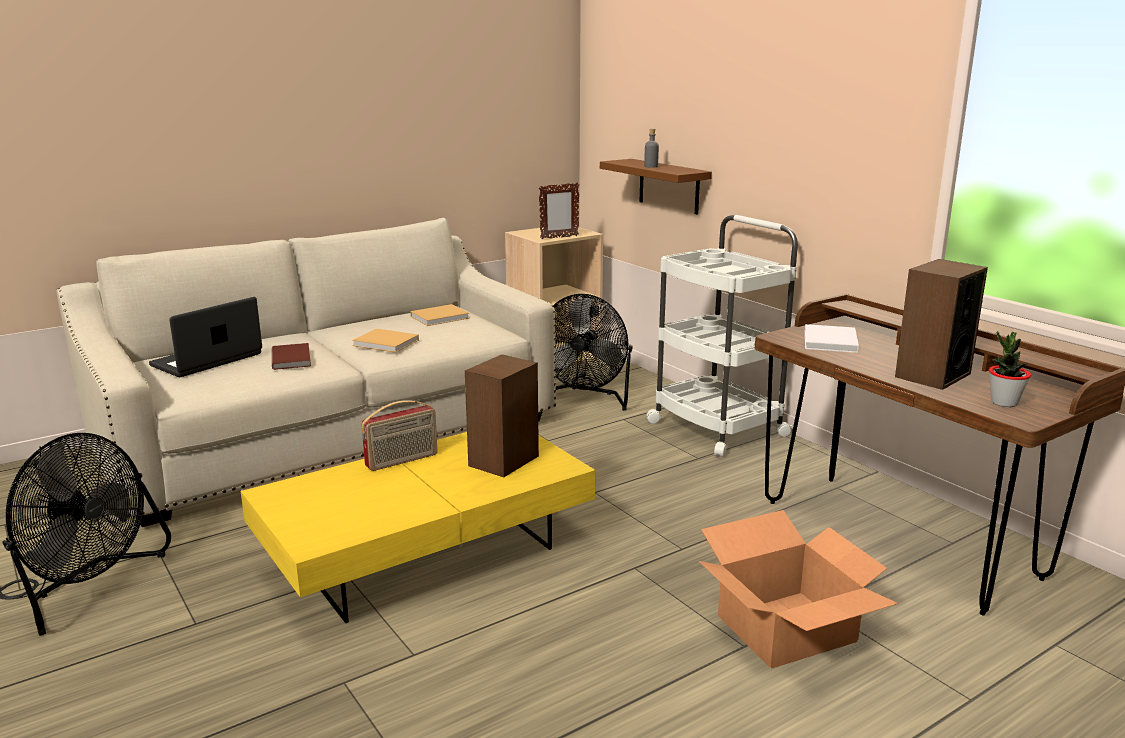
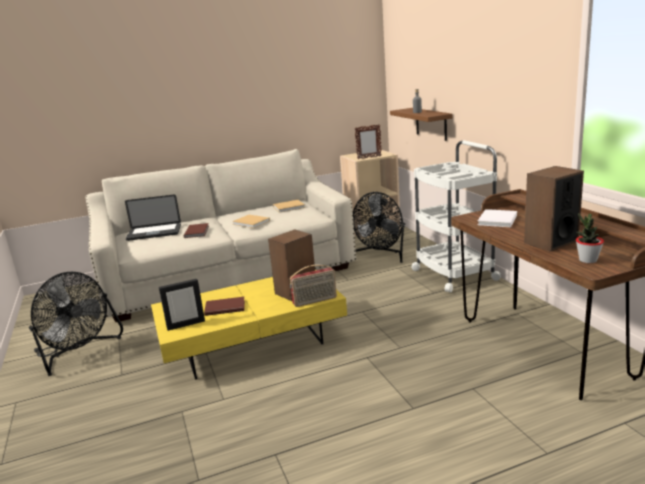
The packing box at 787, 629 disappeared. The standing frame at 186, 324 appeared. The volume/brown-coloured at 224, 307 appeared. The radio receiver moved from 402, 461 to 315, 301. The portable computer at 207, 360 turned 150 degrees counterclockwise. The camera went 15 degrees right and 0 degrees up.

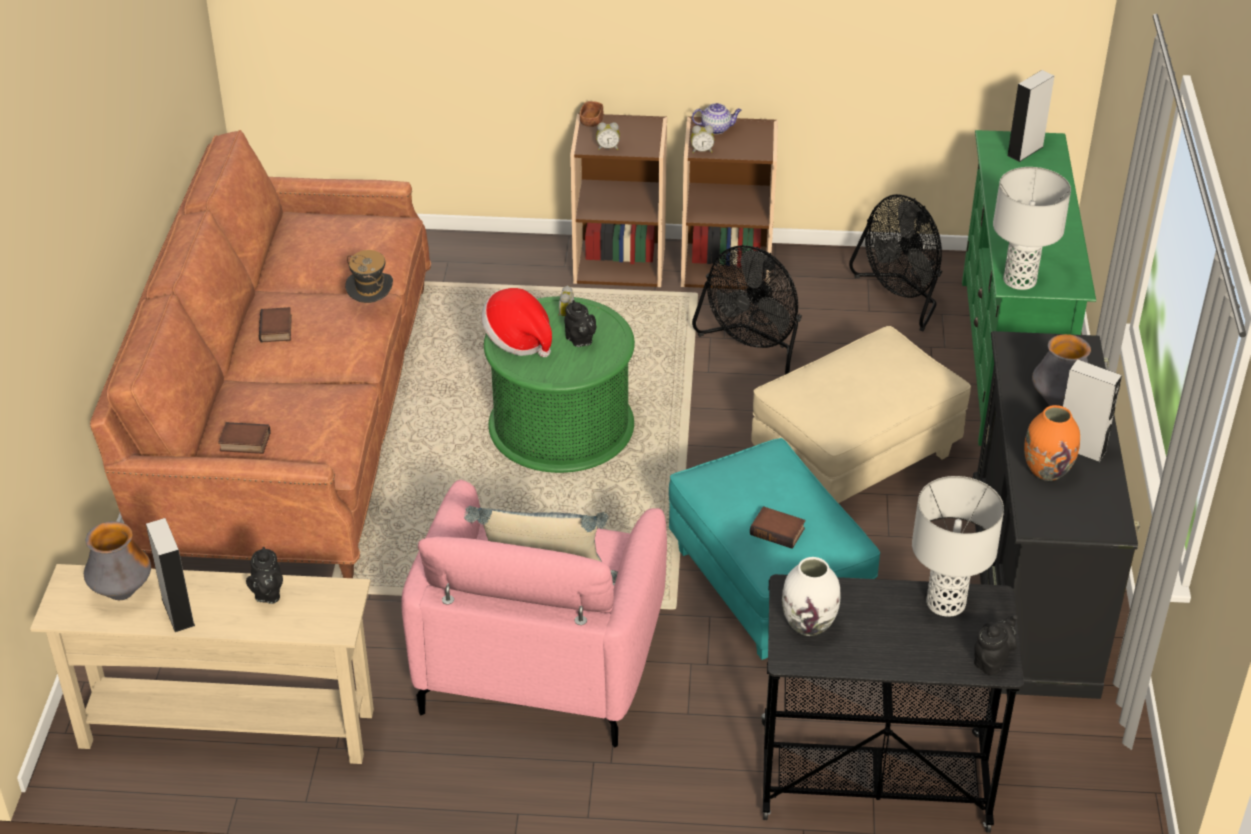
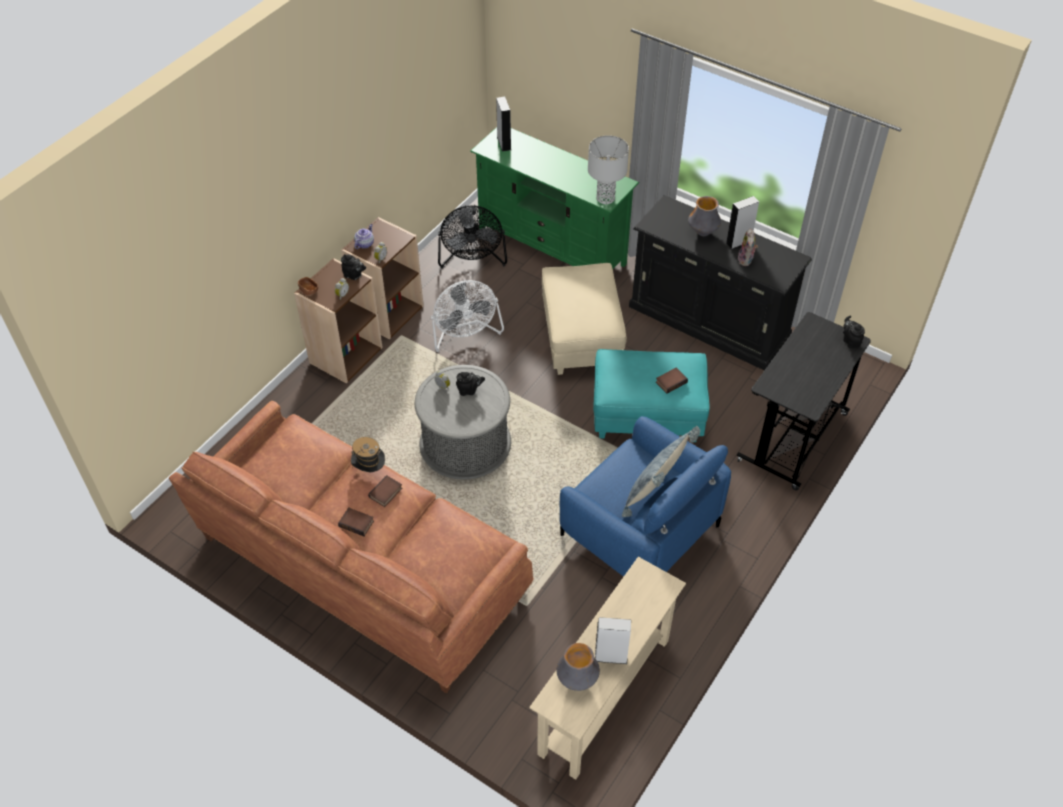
The wearable hat at 518, 340 disappeared. The decorative vase/whitish at 809, 624 disappeared. The table lamp/whitish at 946, 603 disappeared. The volume moved from 244, 443 to 386, 493. The teapot/black moved from 267, 594 to 354, 275. The decorative vase/orange-coloured at 1046, 470 was replaced by the cuddly toy at 746, 260. The armchair/pink at 540, 658 became the armchair/bluish at 639, 530. The coffee table/green at 561, 425 became the coffee table/greyish at 465, 443. The electric fan/black at 752, 344 became the electric fan/whitish at 462, 333. The camera went 60 degrees left and 10 degrees up.

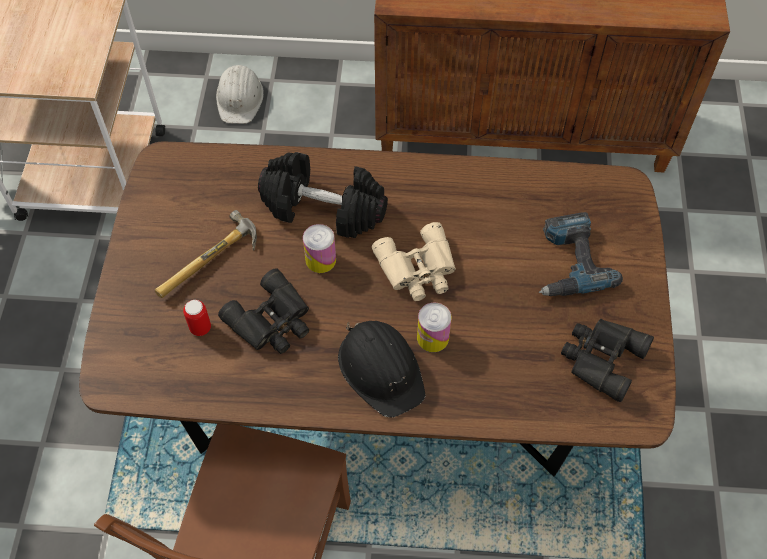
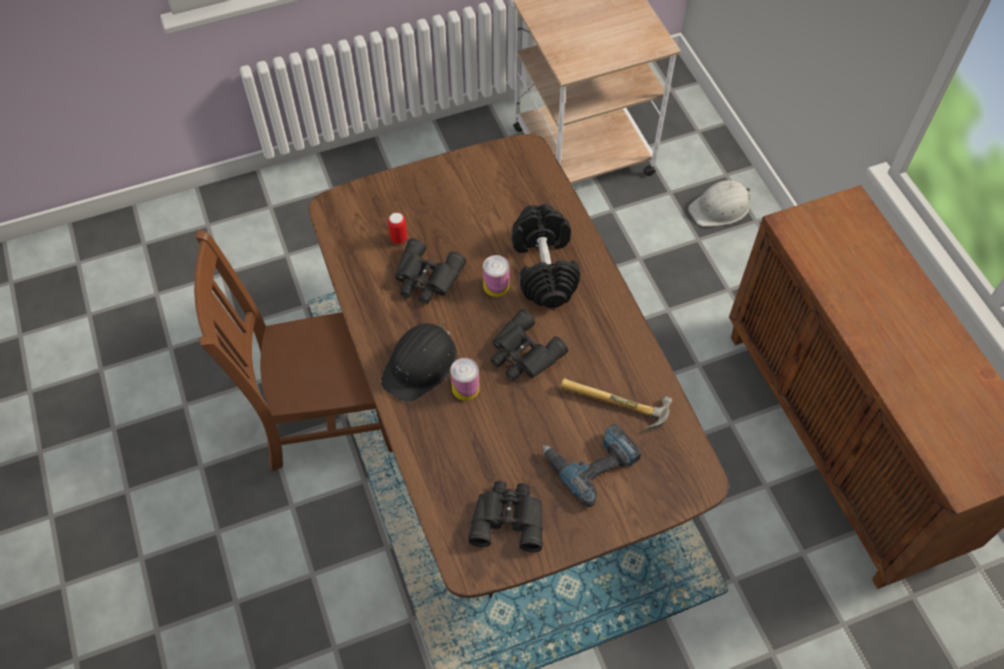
The hammer moved from 211, 264 to 613, 407. The pair of binoculars/beige at 418, 270 became the pair of binoculars/black at 523, 354. The camera went 65 degrees right and 0 degrees up.

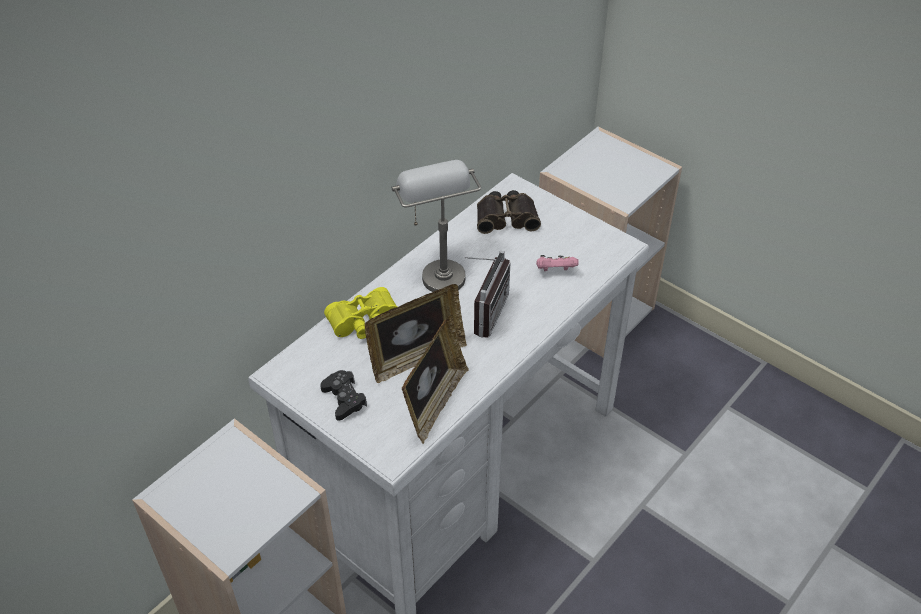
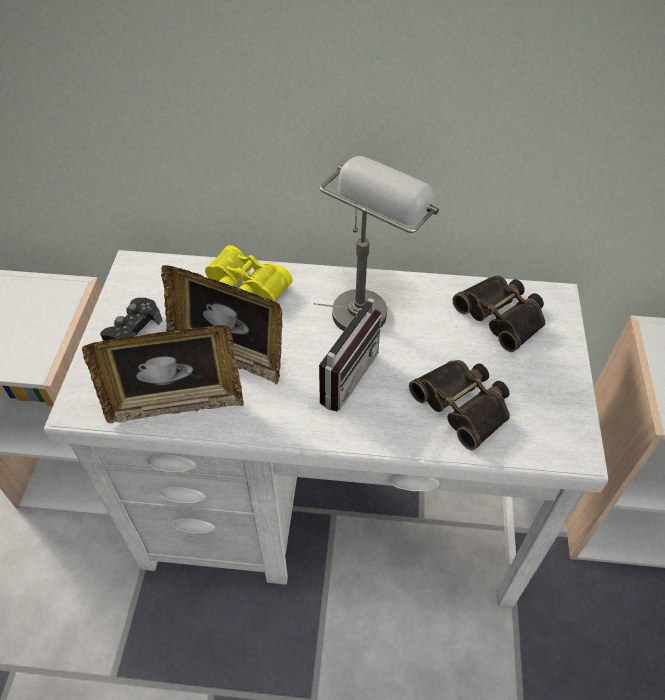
The joypad/pink at 555, 271 was replaced by the pair of binoculars at 464, 405. The radio receiver at 483, 312 turned 45 degrees counterclockwise. The camera went 55 degrees right and 5 degrees up.

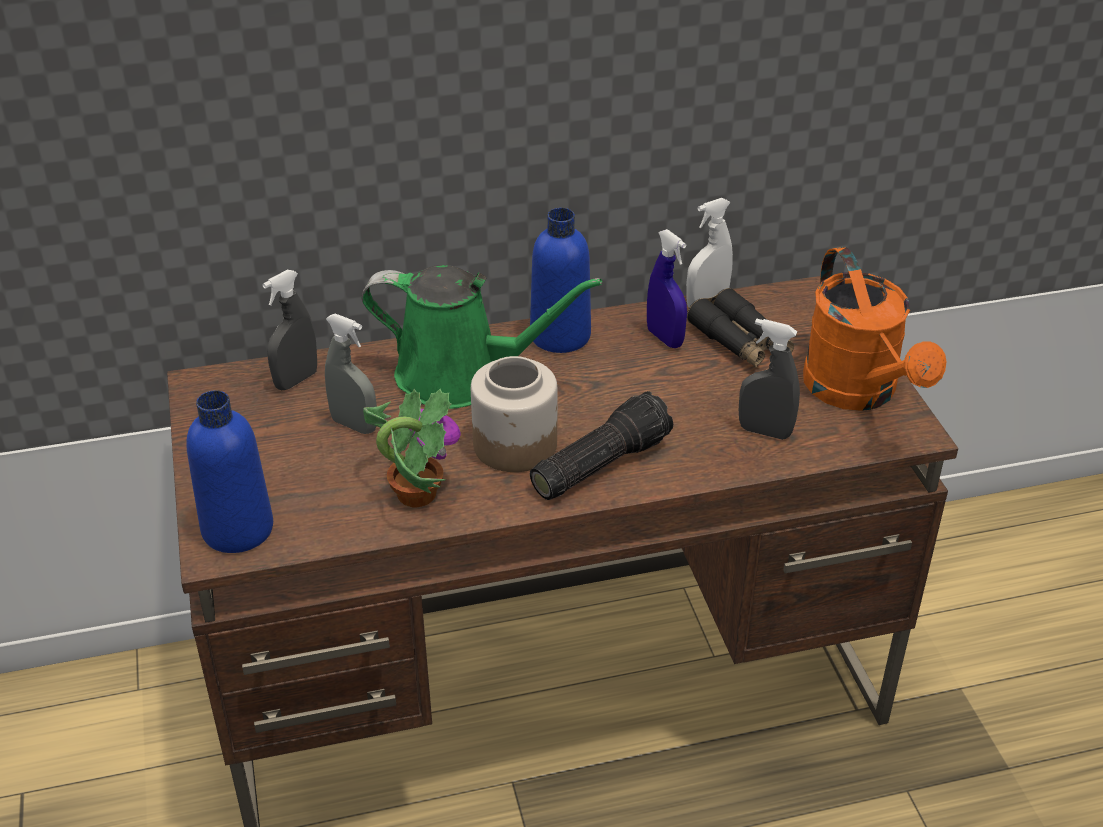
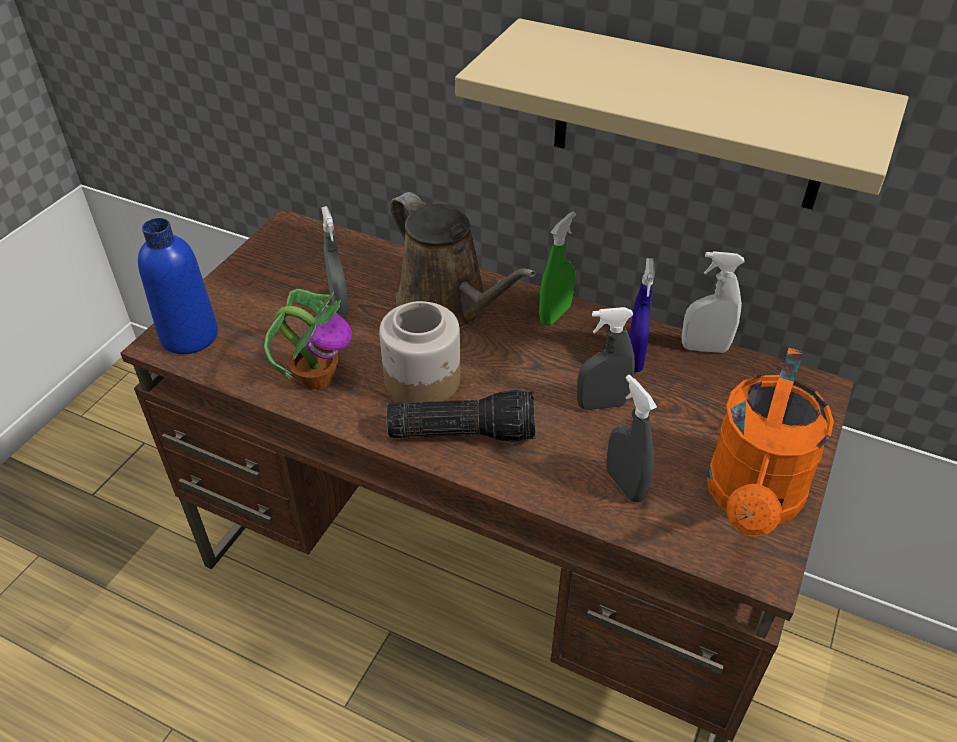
The pair of binoculars/black at 740, 341 disappeared. The wall shelf/beige at 688, 117 appeared. The hand sprayer/greyish moved from 296, 380 to 601, 404. The drink bottle/bluish at 560, 336 was replaced by the hand sprayer/green at 555, 314. The watering can/green at 461, 376 became the watering can/brown-coloured at 448, 308. The camera went 40 degrees right and 5 degrees up.

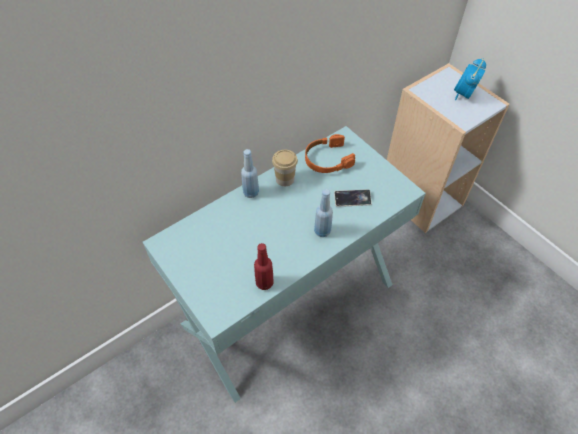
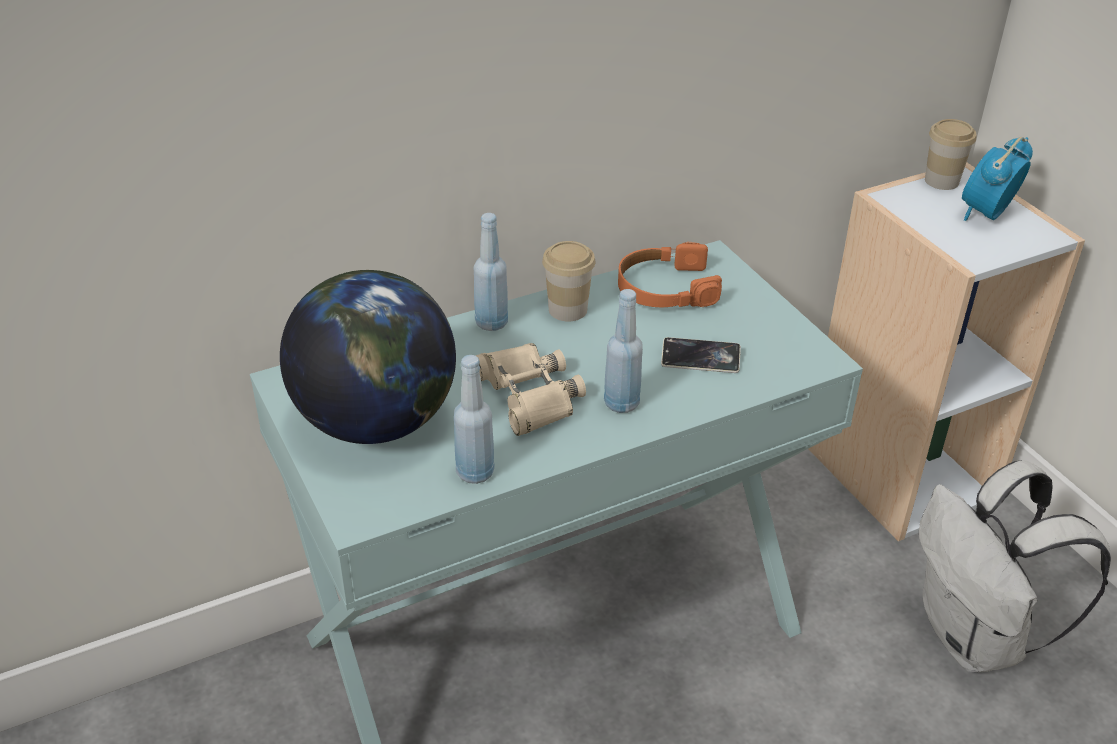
The world globe at 376, 421 appeared. The pair of binoculars/beige at 528, 395 appeared. The rucksack/whitish at 976, 638 appeared. The drinking cup at 941, 181 appeared. The drink bottle/reddish at 264, 283 became the drink bottle/bluish at 475, 473. The camera went 10 degrees right and 15 degrees down.

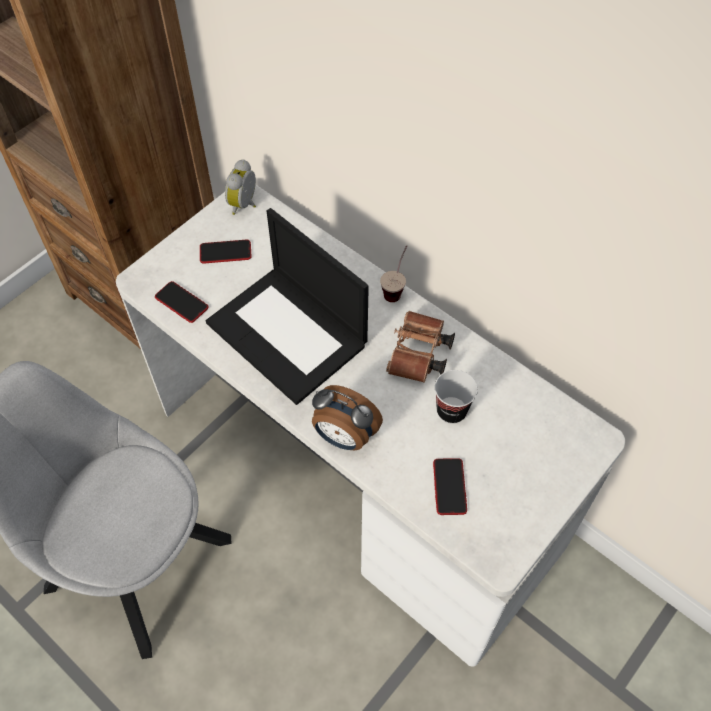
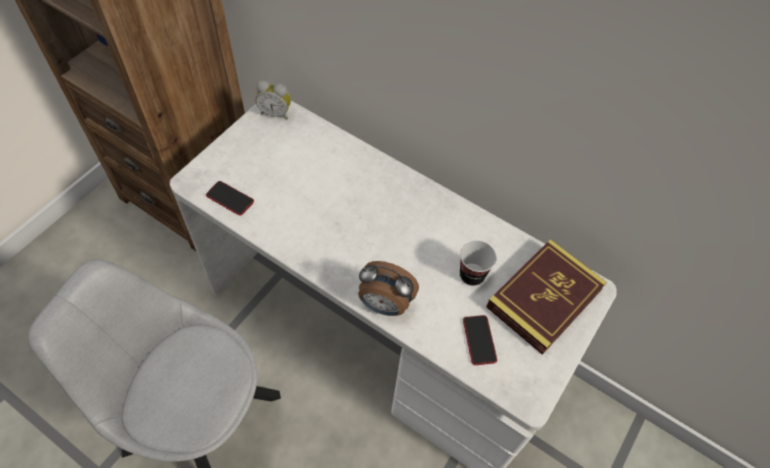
The handset at 225, 252 disappeared. The portable computer at 289, 334 disappeared. The drinking cup at 396, 288 disappeared. The pair of binoculars/brown-coloured at 418, 356 disappeared. The volume at 544, 298 appeared. The table clock at 245, 205 turned 90 degrees counterclockwise. The camera went 10 degrees left and 0 degrees up.

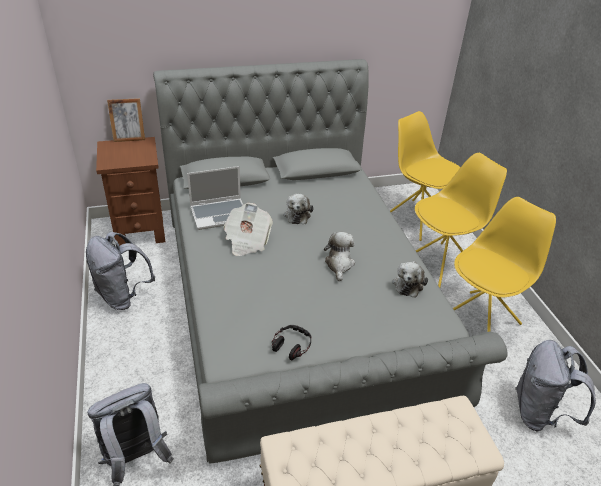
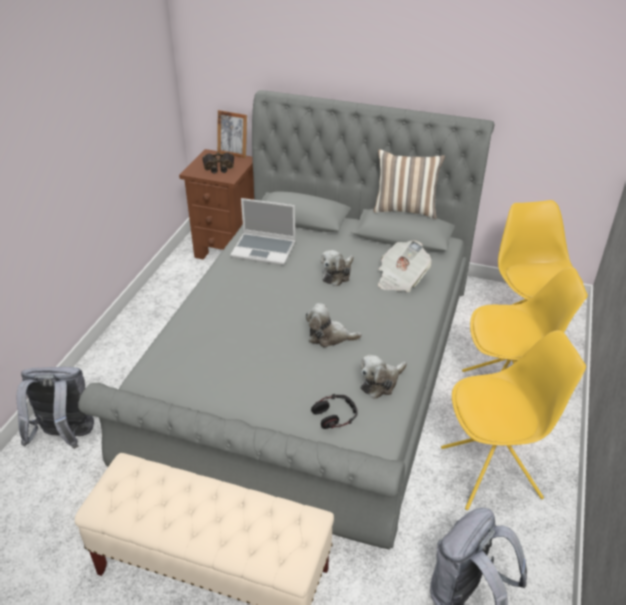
The rucksack/greyish at 123, 296 disappeared. The pair of binoculars at 218, 167 appeared. The throw pillow at 405, 209 appeared. The daily paper moved from 247, 241 to 400, 278. The headphones moved from 291, 345 to 335, 415. The cuddly toy at 339, 264 turned 120 degrees counterclockwise. The camera went 35 degrees right and 0 degrees up.

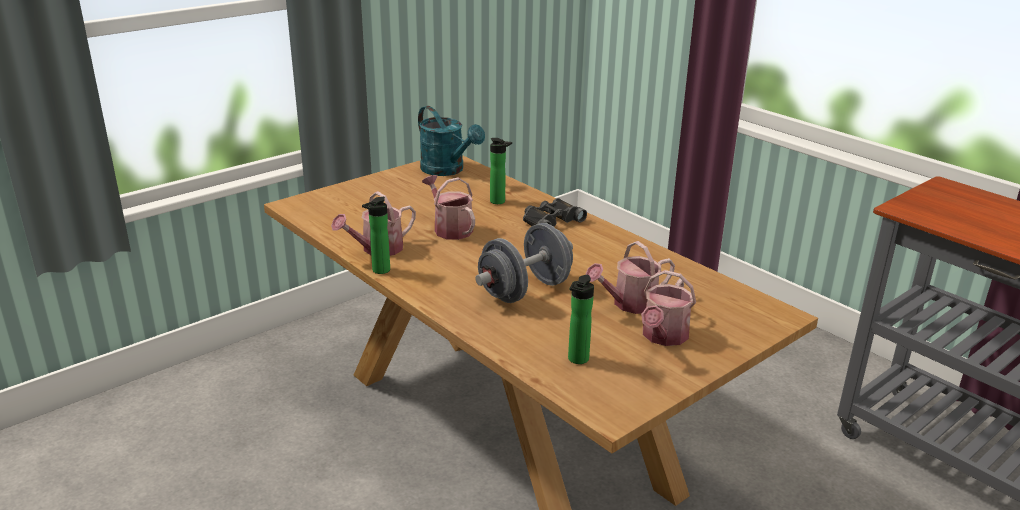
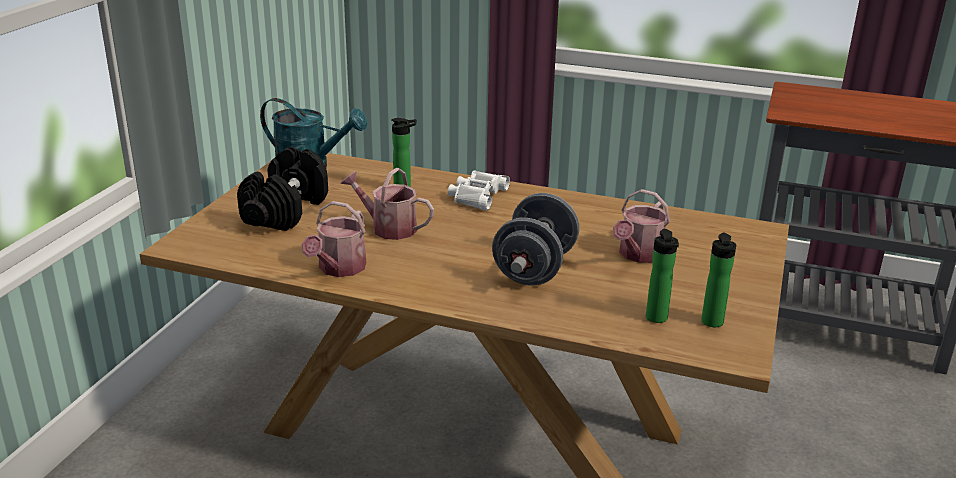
The watering can at 663, 337 disappeared. The free weight/black at 286, 211 appeared. The drink bottle moved from 379, 271 to 712, 324. The pair of binoculars/black at 550, 221 became the pair of binoculars/whitish at 477, 196. The camera went 30 degrees left and 0 degrees up.

